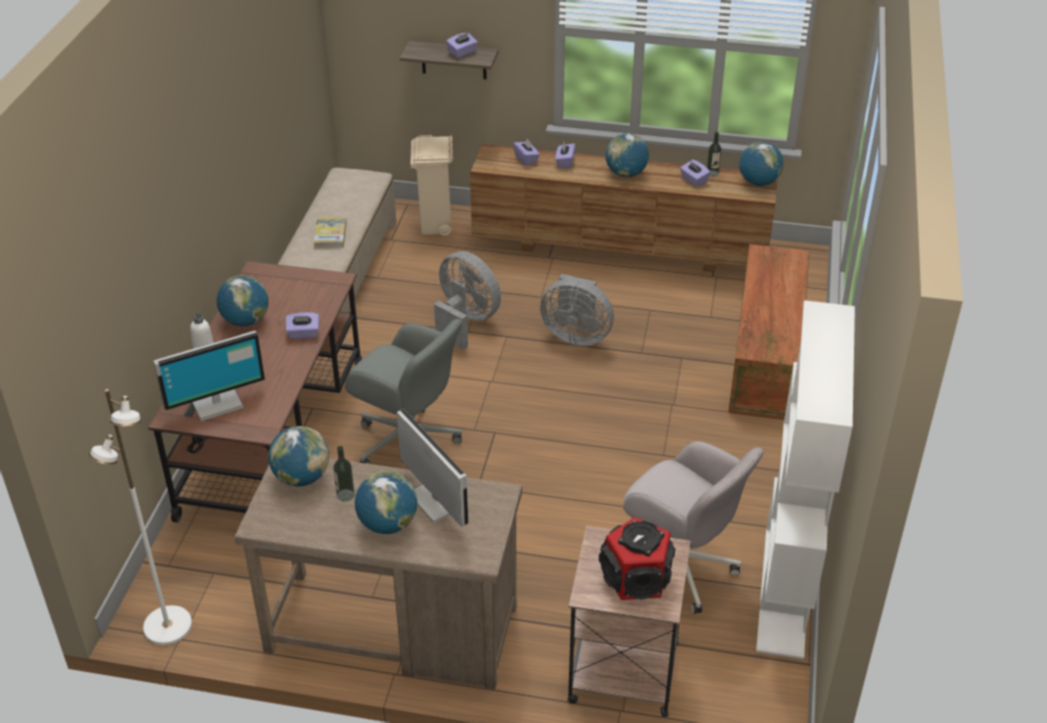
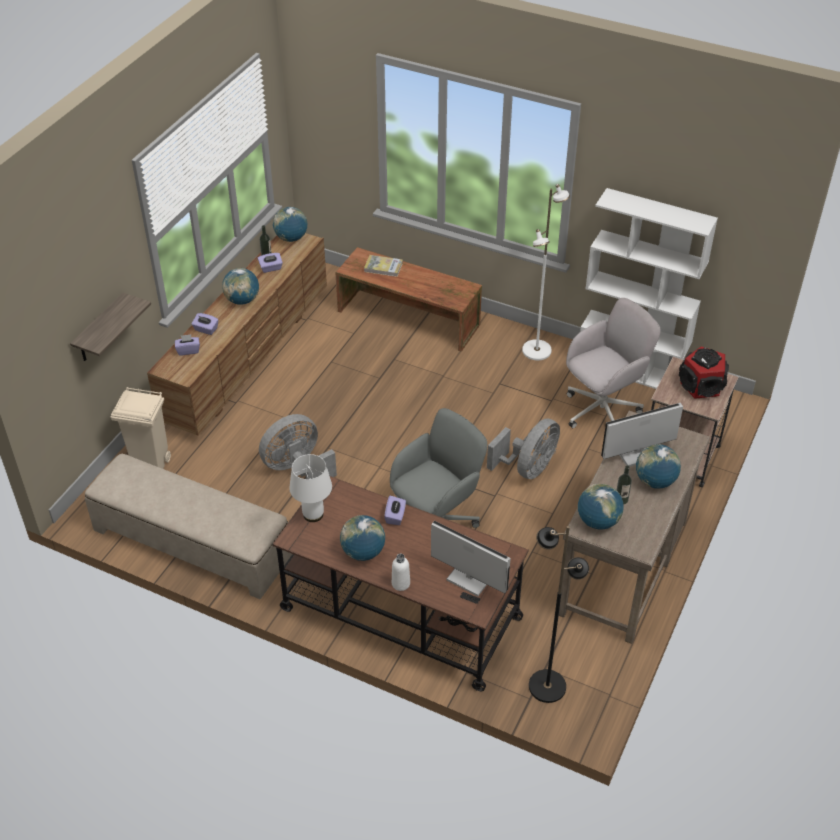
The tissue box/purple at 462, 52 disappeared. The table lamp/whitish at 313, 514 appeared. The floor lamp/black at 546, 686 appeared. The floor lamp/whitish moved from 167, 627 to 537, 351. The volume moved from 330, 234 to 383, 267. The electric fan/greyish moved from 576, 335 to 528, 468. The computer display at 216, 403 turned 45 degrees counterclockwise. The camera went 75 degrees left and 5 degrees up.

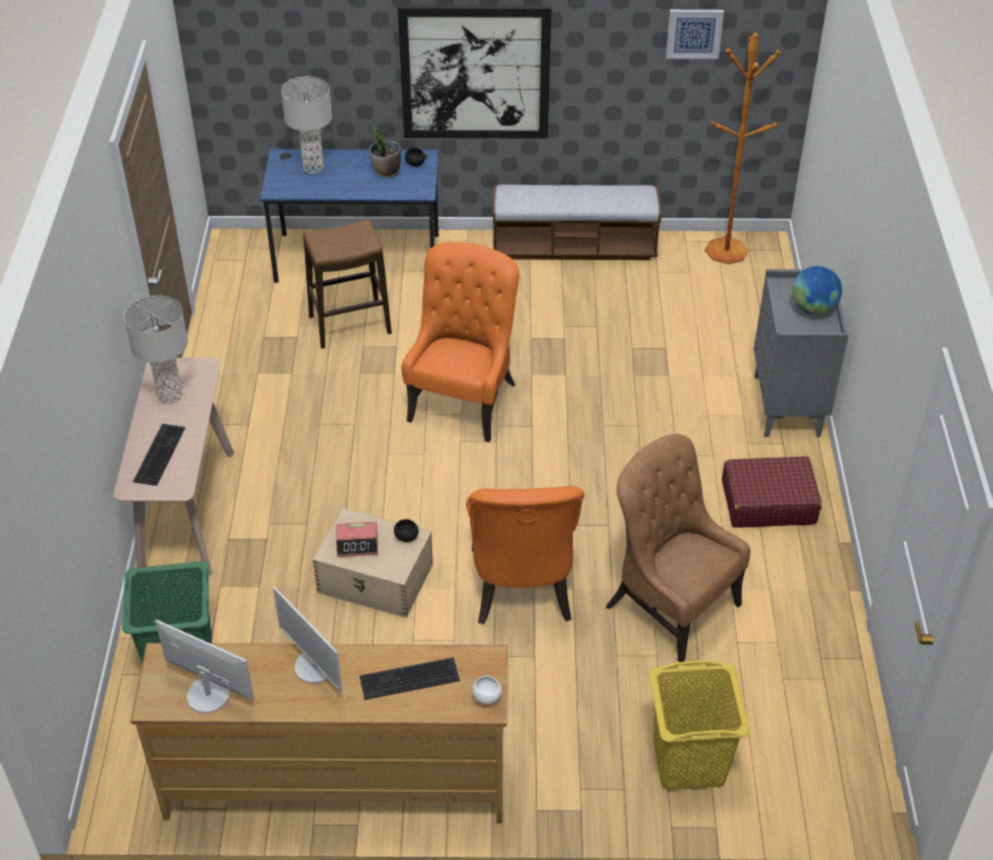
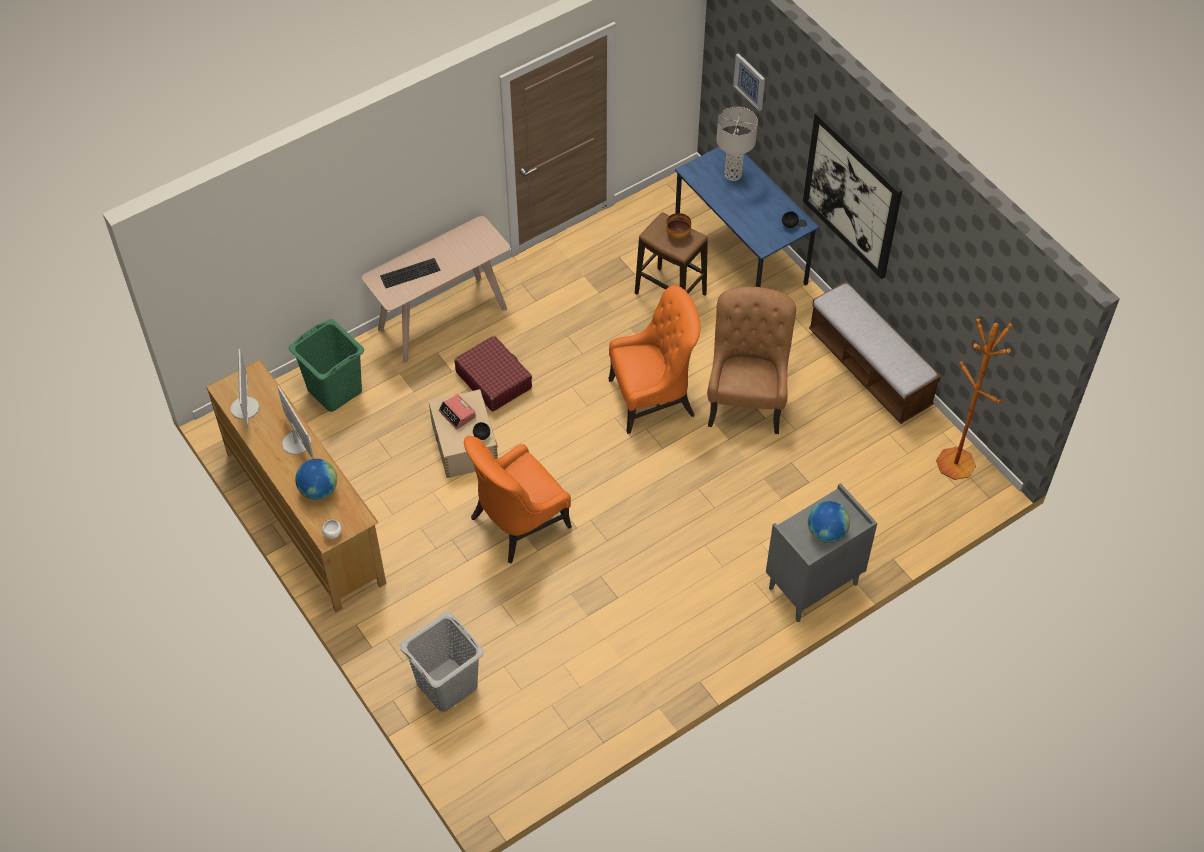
The table lamp/whitish at 169, 395 disappeared. The plant in a pot at 386, 171 disappeared. The deep dish at 678, 234 appeared. The chair/brown-coloured moved from 670, 605 to 746, 400. The wall picture moved from 694, 33 to 750, 81. The piece of luggage/reddish moved from 768, 502 to 493, 380. The computer keyboard at 409, 680 was replaced by the world globe at 318, 490. The laundry basket/yellowish at 688, 762 became the laundry basket/greyish at 446, 685. The computer display at 315, 666 turned 135 degrees clockwise. The camera went 55 degrees right and 10 degrees up.

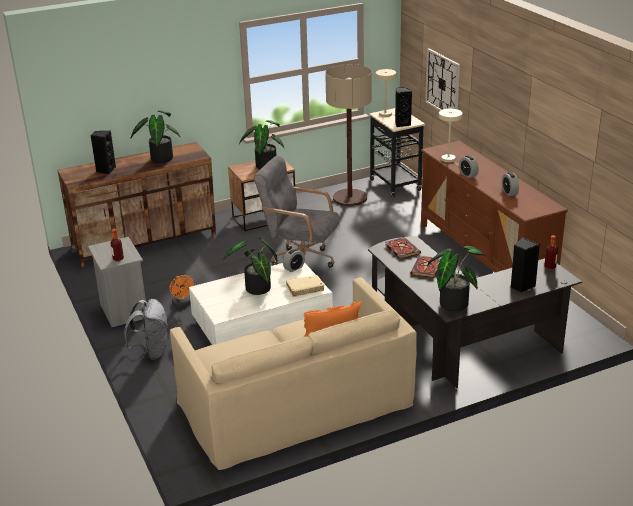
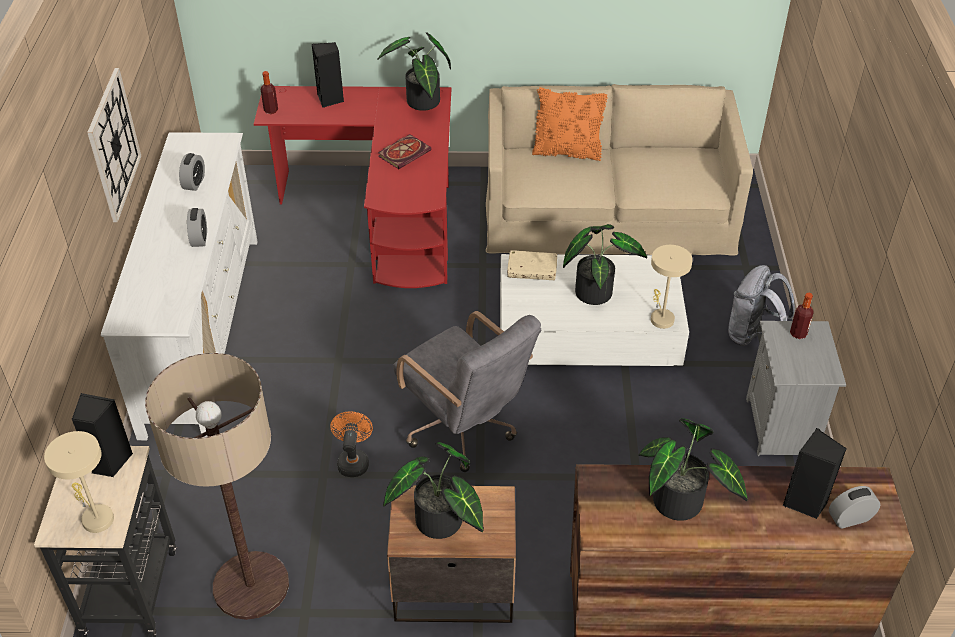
The volume at 401, 249 disappeared. The electric fan/orange-coloured moved from 182, 304 to 353, 460. The table clock moved from 294, 268 to 850, 518. The wall clock moved from 443, 83 to 113, 145. The table lamp/beige moved from 450, 160 to 661, 316. The desk table/black at 458, 347 became the desk table/reddish at 383, 213. The drawer chest/brown-coloured at 483, 258 became the drawer chest/whitish at 203, 332. The camera went 155 degrees left and 15 degrees up.

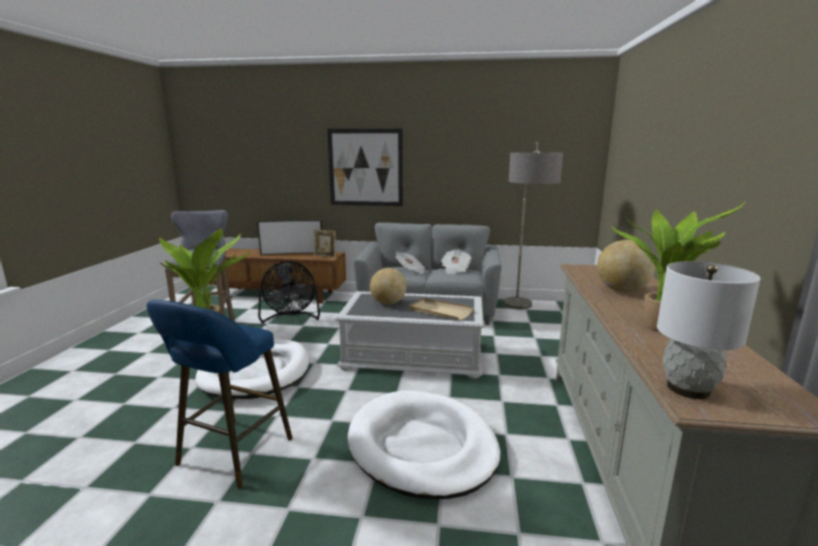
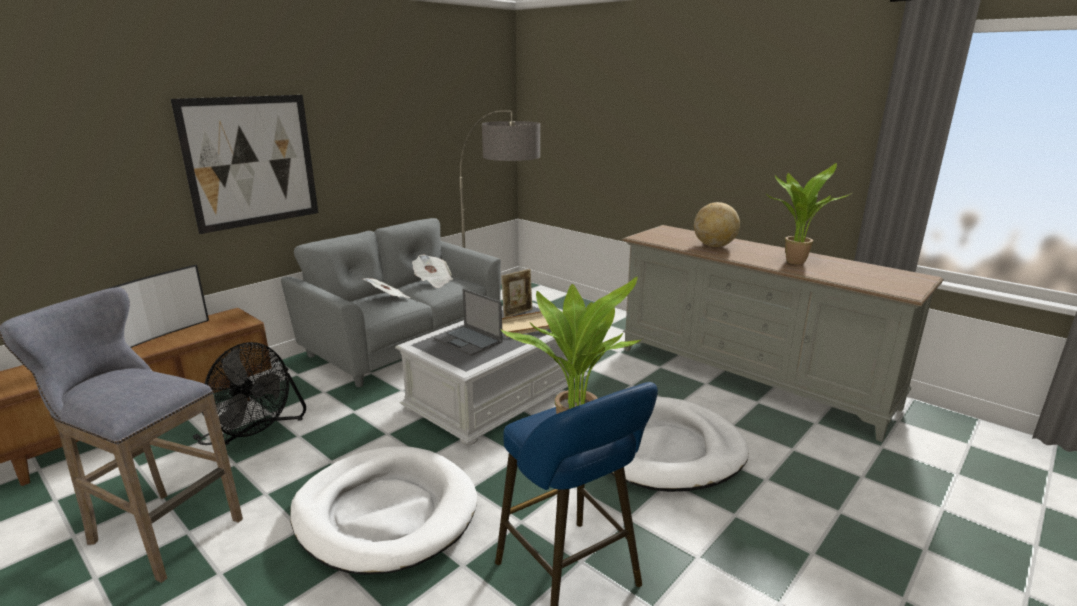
The table lamp/whitish at 688, 389 disappeared. The standing frame moved from 325, 256 to 517, 313. The world globe at 388, 303 was replaced by the portable computer at 469, 341. The camera went 55 degrees left and 5 degrees up.

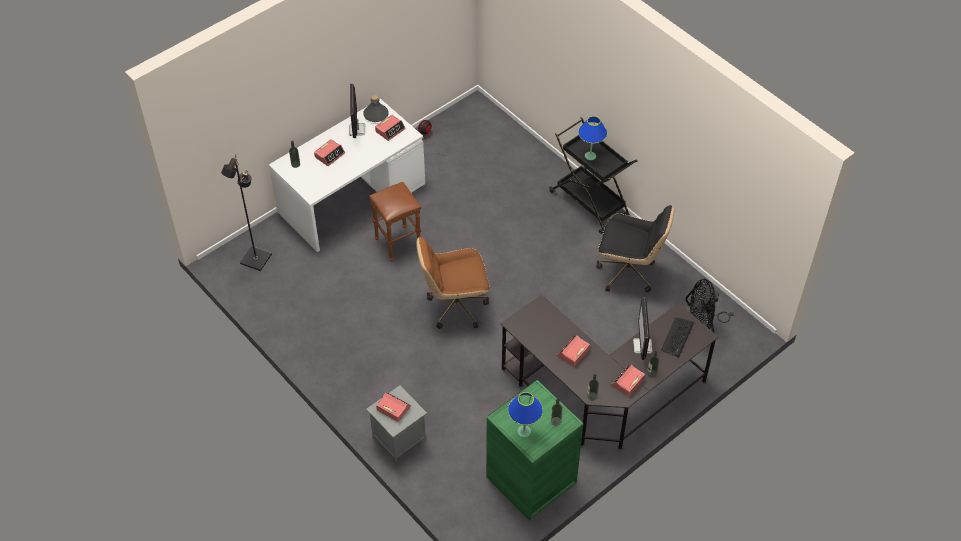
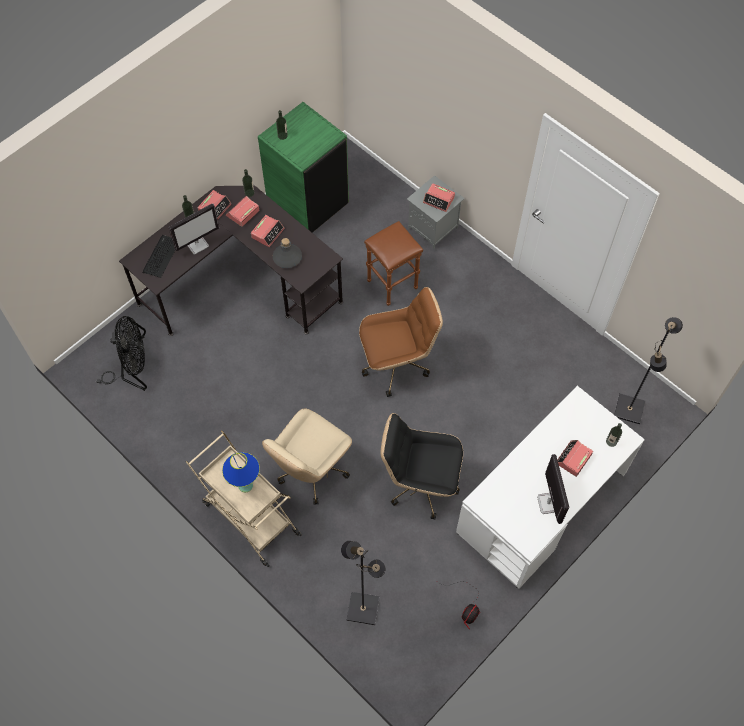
The table lamp/bluish at 524, 431 disappeared. The desk chair/beige at 311, 472 appeared. The floor lamp/black at 363, 608 appeared. The drink bottle/greyish moved from 376, 115 to 287, 257. The sitting stool/brown-coloured moved from 397, 244 to 392, 283. The table clock moved from 390, 130 to 242, 213. The desk chair/black moved from 629, 274 to 420, 485. The trolley/black at 589, 204 became the trolley/beige at 250, 518. The computer display at 642, 346 turned 60 degrees clockwise. The camera went 175 degrees right and 10 degrees up.

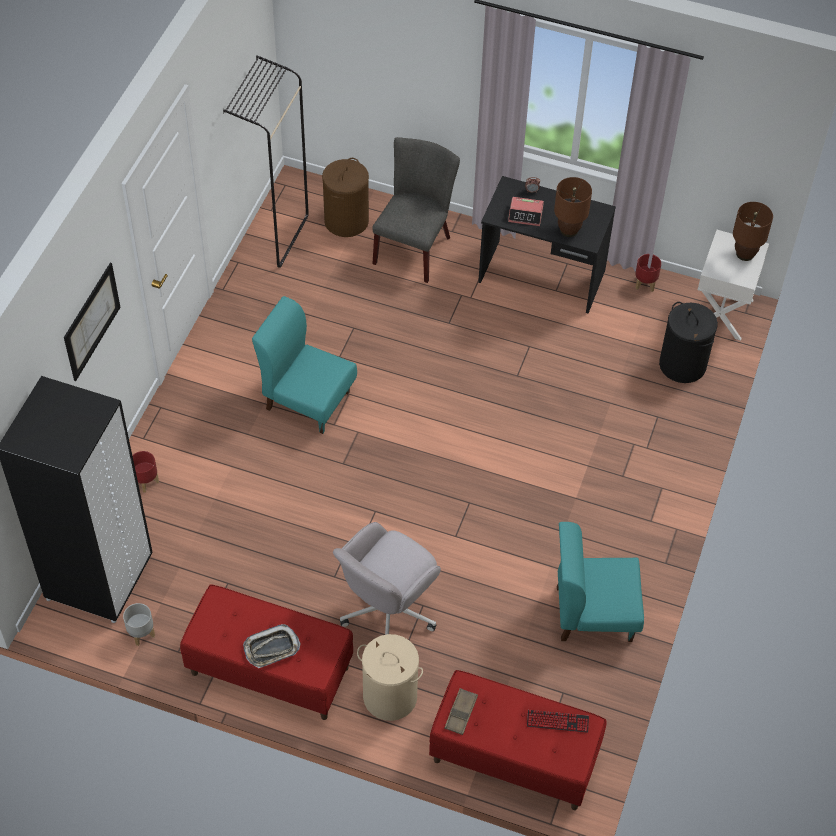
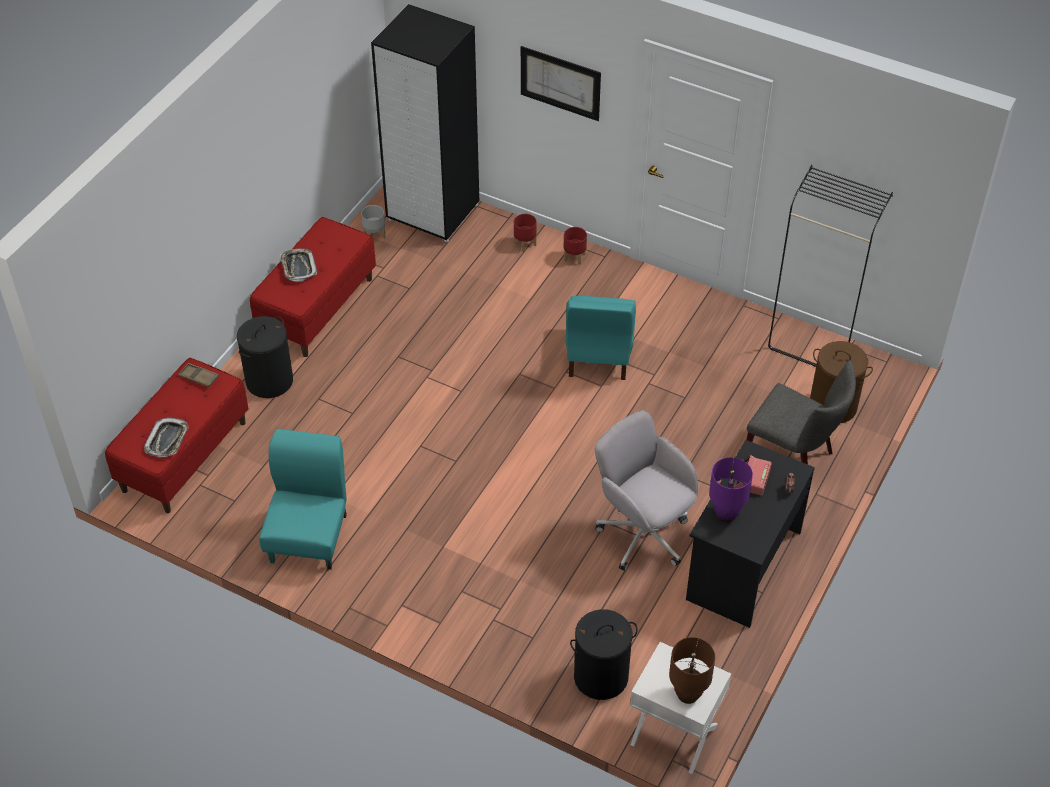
The desk chair/greyish moved from 387, 614 to 642, 535. The planter/reddish moved from 644, 283 to 574, 257. The computer keyboard at 557, 722 was replaced by the serving tray at 167, 440. The laundry basket/beige at 389, 696 became the laundry basket/black at 269, 380. The table lamp/brown-coloured at 569, 230 became the table lamp/purple at 726, 514. The chair/turquoise at 307, 399 turned 150 degrees clockwise. The camera went 100 degrees right and 5 degrees down.

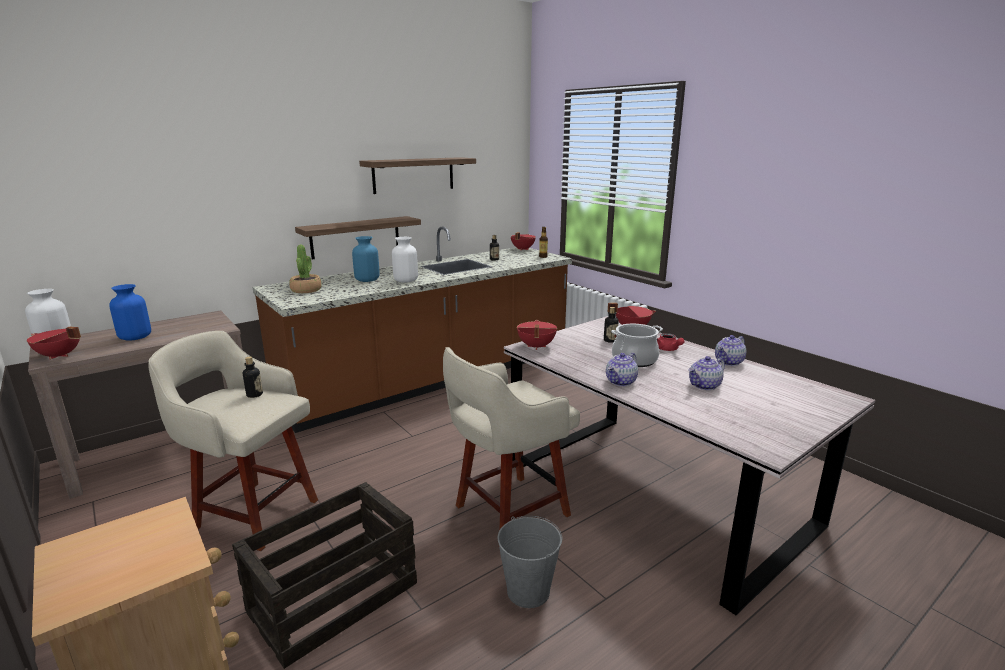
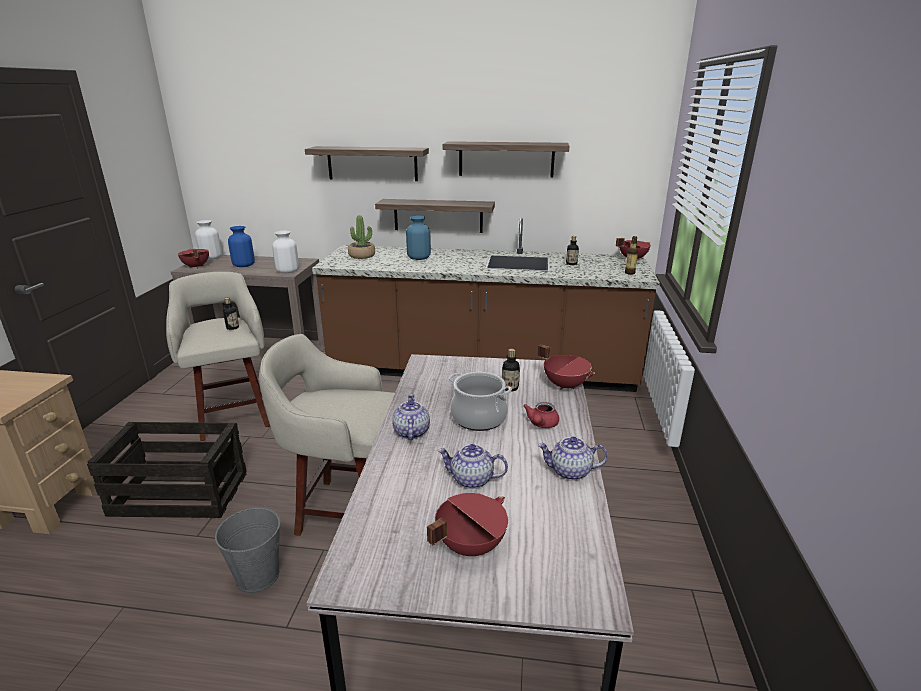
The wall shelf at 372, 163 appeared. The decorative vase/whitish moved from 406, 280 to 287, 271. The cooking pot/reddish moved from 535, 346 to 469, 545. The teapot at 621, 382 turned 90 degrees clockwise. The camera went 45 degrees right and 5 degrees up.

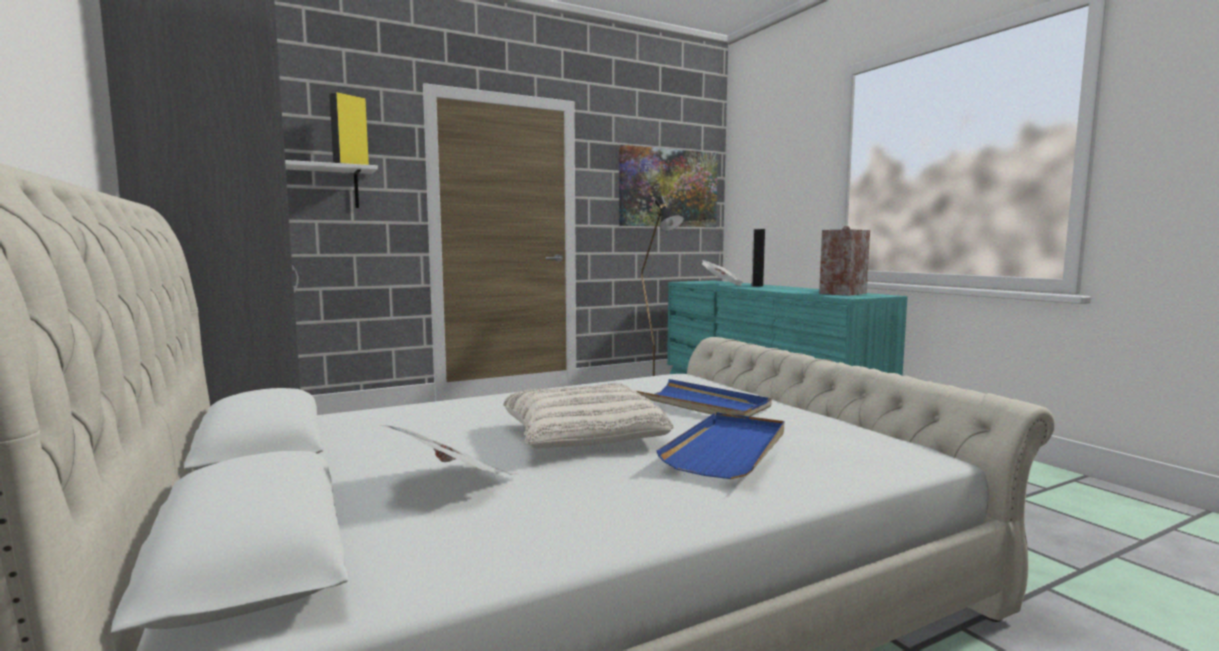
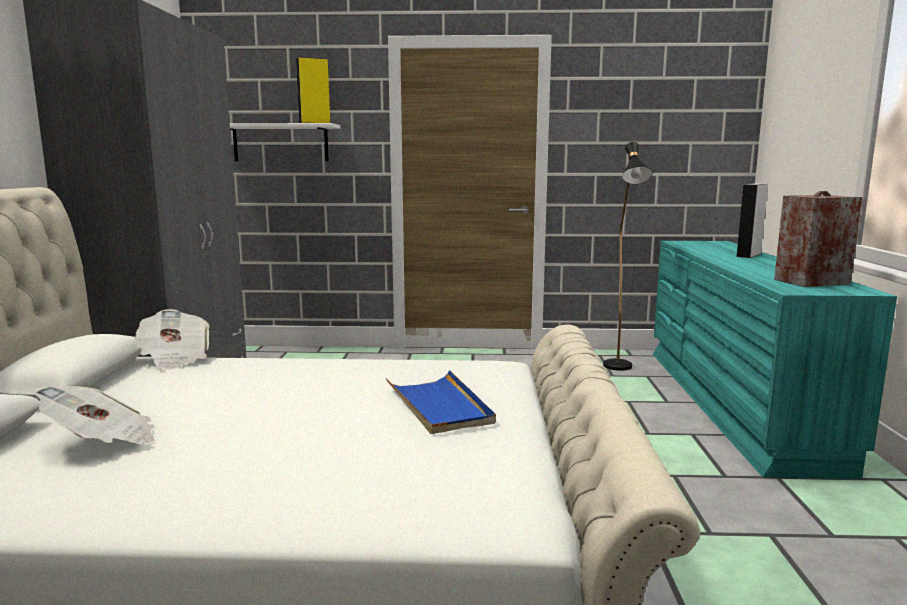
The throw pillow/beige at 583, 435 disappeared. The wall picture at 668, 188 disappeared. The serving tray/bluish at 728, 449 disappeared. The daily paper moved from 722, 285 to 174, 358. The camera went 30 degrees right and 5 degrees up.

